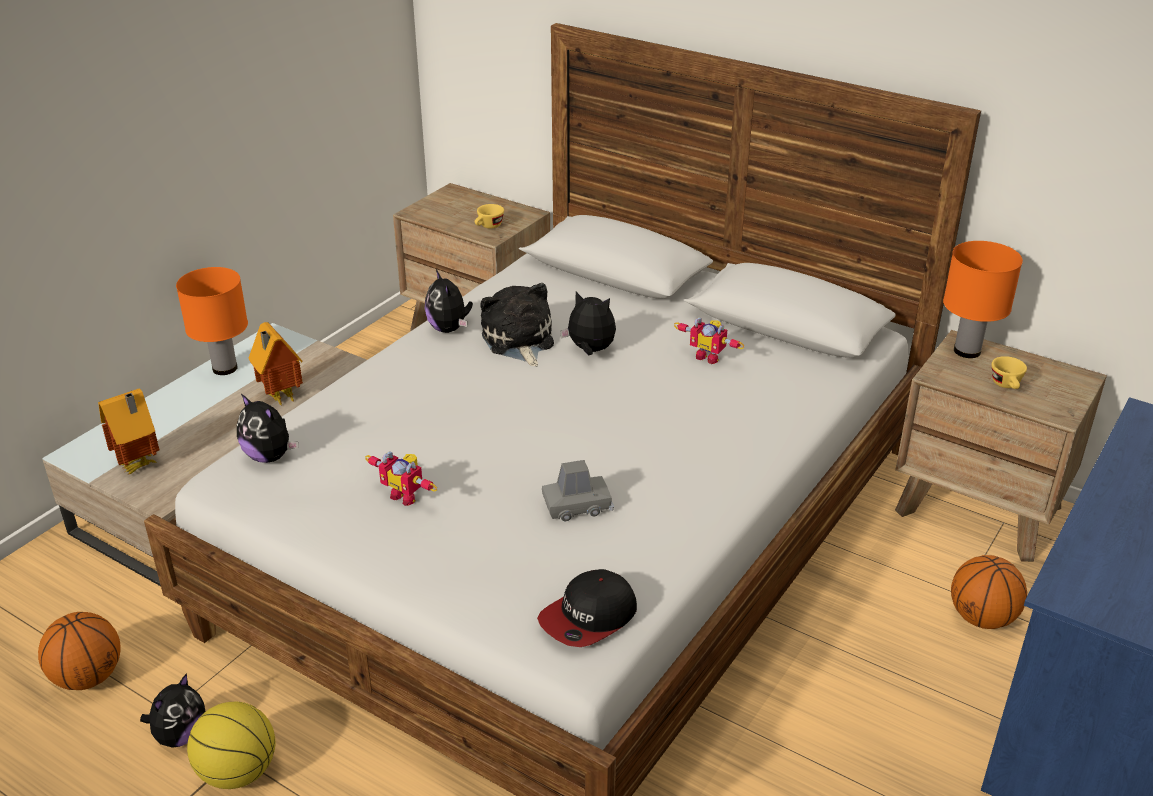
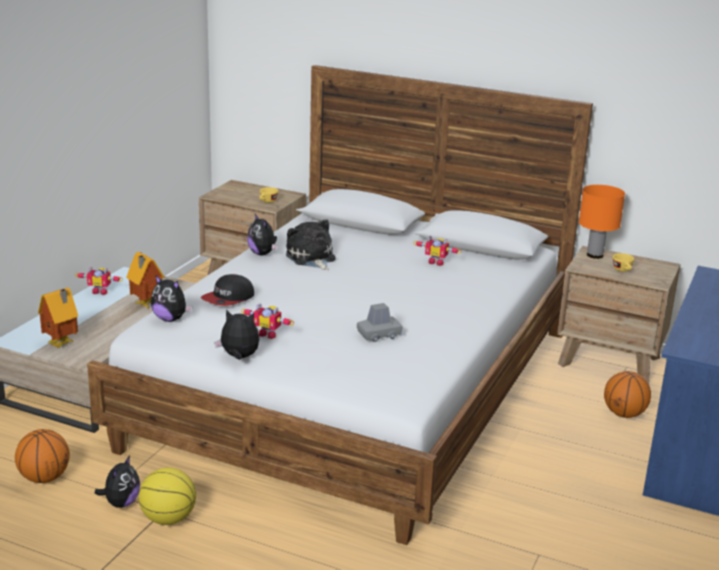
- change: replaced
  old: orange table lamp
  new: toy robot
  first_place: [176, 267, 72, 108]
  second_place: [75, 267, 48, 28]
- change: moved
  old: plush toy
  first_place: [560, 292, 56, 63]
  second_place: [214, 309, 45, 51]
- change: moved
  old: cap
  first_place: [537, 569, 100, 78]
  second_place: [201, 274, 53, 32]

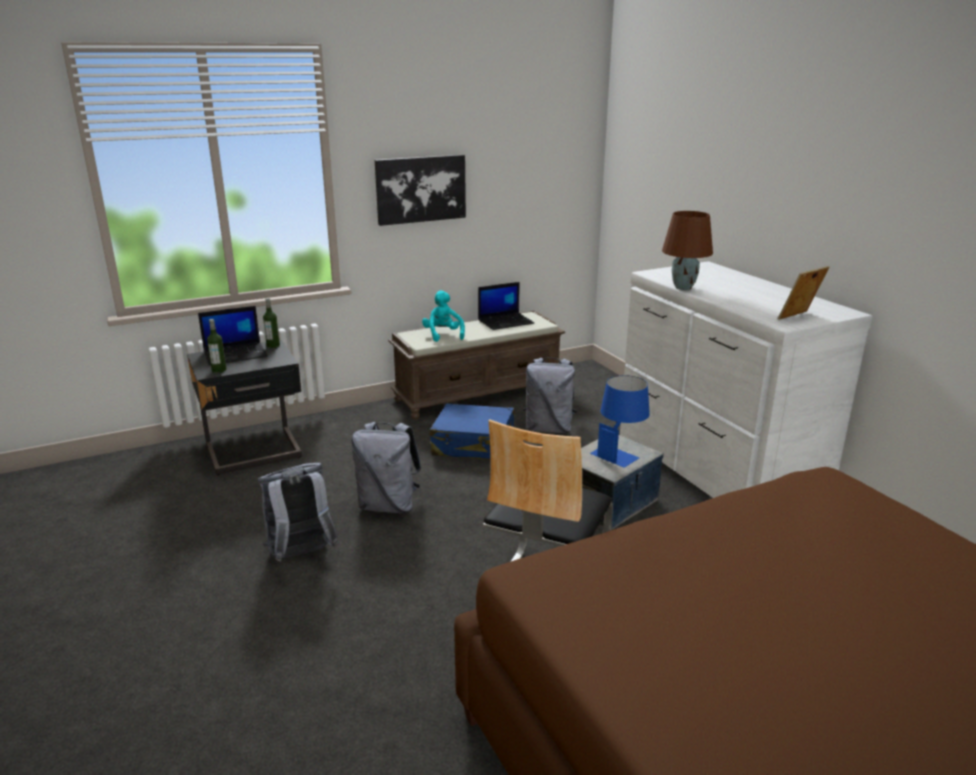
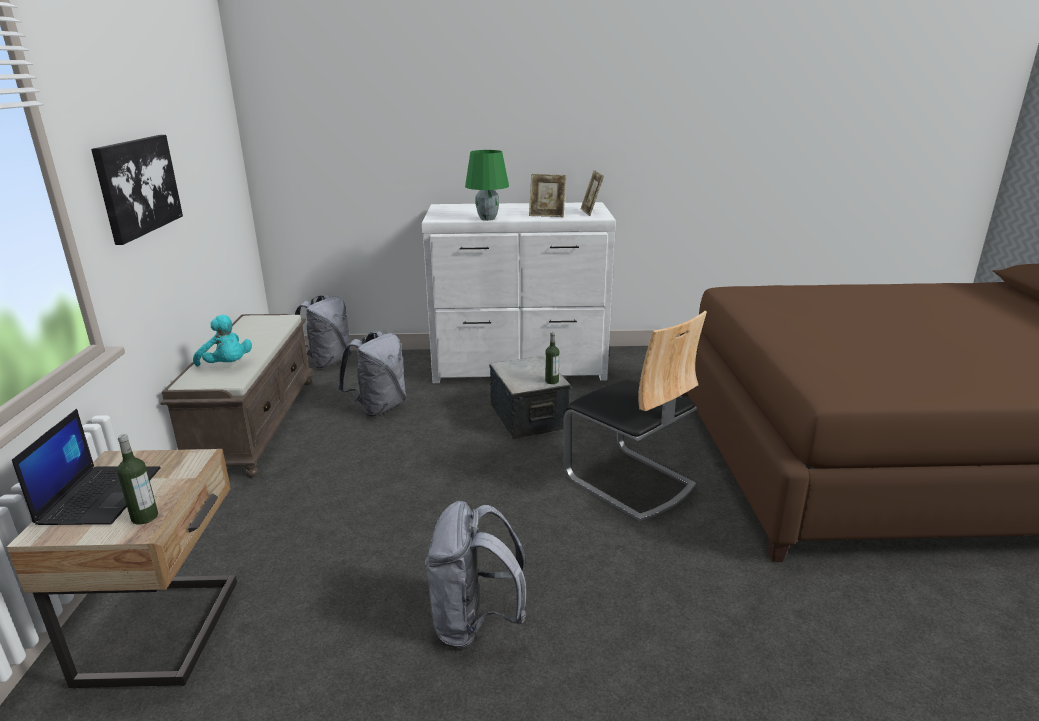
- change: recoloured
  old: brown table lamp
  new: green table lamp
  first_place: [662, 211, 51, 79]
  second_place: [465, 150, 44, 71]
- change: removed
  old: laptop
  first_place: [478, 282, 56, 48]
- change: turned
  old: turquoise plush toy
  first_place: [422, 291, 43, 51]
  second_place: [193, 315, 59, 52]
  degrees: -150
- change: moved
  old: bottle
  first_place: [263, 298, 17, 50]
  second_place: [545, 332, 14, 52]
- change: recoloured
  old: black nightstand
  new: beige nightstand
  first_place: [187, 340, 115, 136]
  second_place: [6, 449, 231, 240]
- change: removed
  old: blue table lamp
  first_place: [590, 375, 60, 93]
- change: removed
  old: blue suitcase
  first_place: [430, 403, 85, 57]
- change: moved
  old: grey backpack
  first_place: [351, 422, 71, 91]
  second_place: [295, 296, 57, 73]
- change: added
  new: picture frame
  second_place: [529, 174, 37, 43]

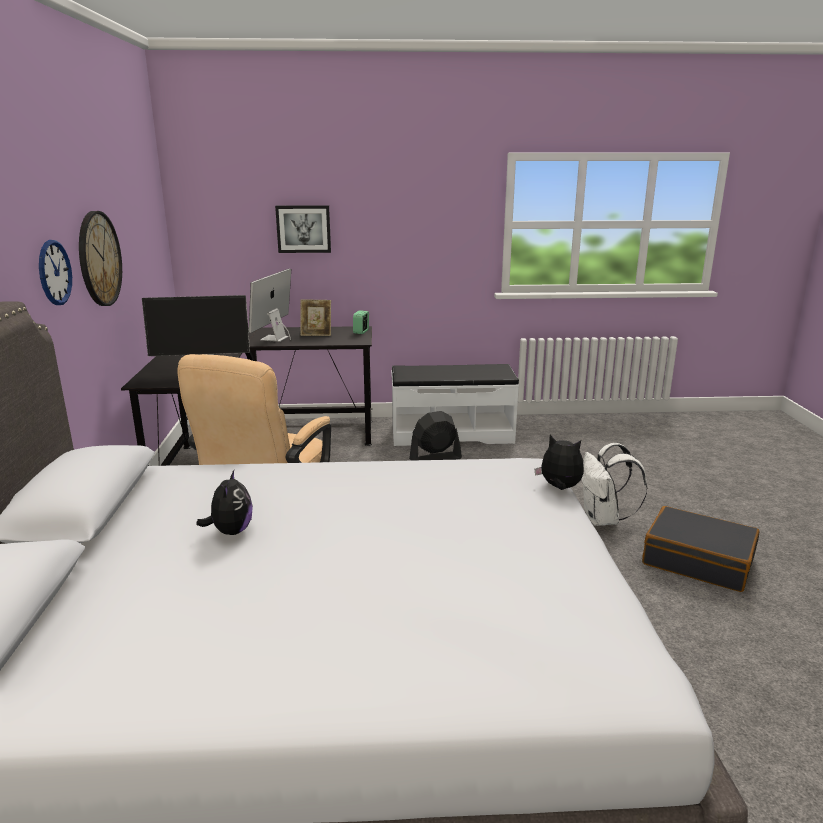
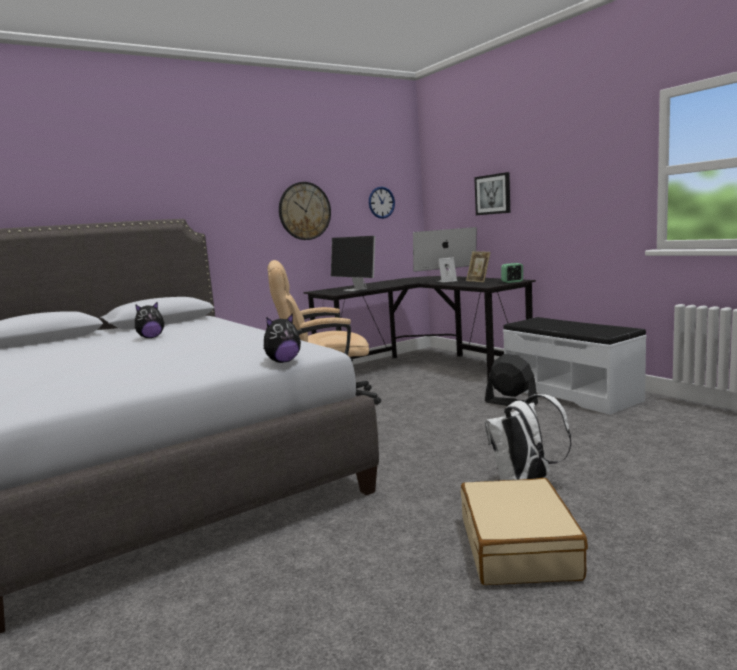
- change: moved
  old: wall clock
  first_place: [39, 240, 33, 65]
  second_place: [369, 186, 26, 33]
- change: turned
  old: plush toy
  first_place: [534, 435, 50, 55]
  second_place: [264, 313, 37, 50]
  degrees: 60
- change: recoloured
  old: black suitcase
  new: beige suitcase
  first_place: [642, 506, 118, 86]
  second_place: [461, 478, 127, 107]

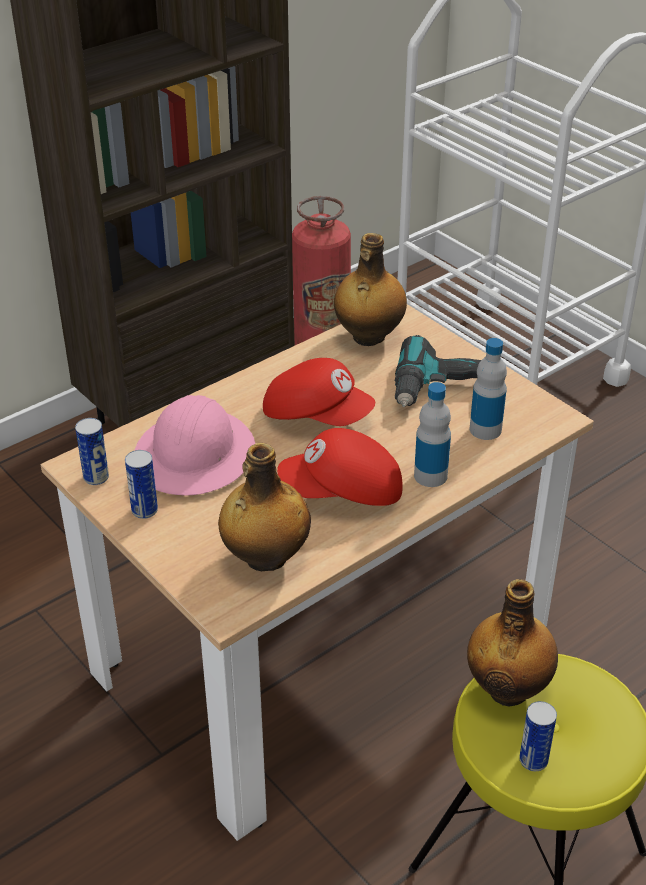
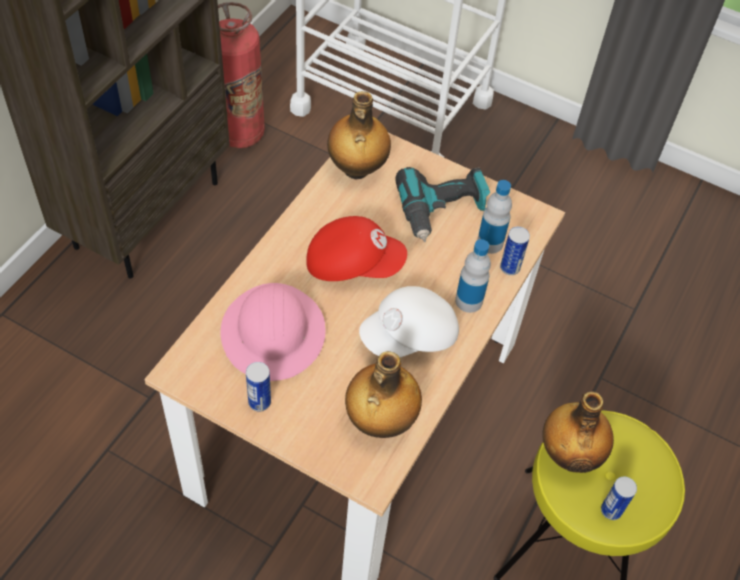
- change: moved
  old: can
  first_place: [75, 418, 34, 67]
  second_place: [500, 227, 30, 48]
- change: recoloured
  old: red cap
  new: white cap
  first_place: [277, 428, 126, 78]
  second_place: [359, 286, 100, 72]

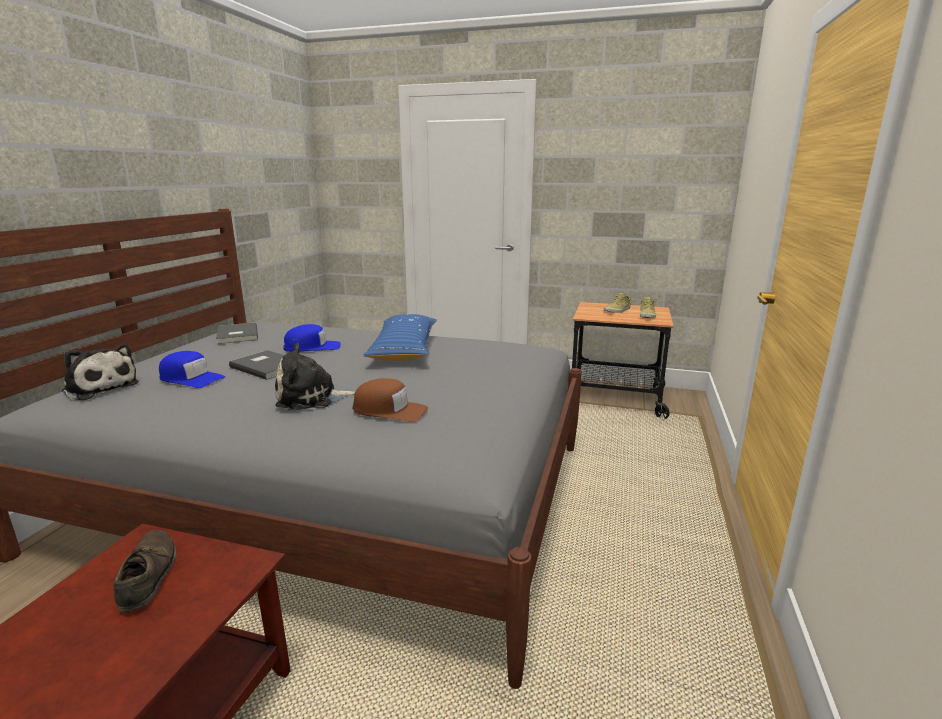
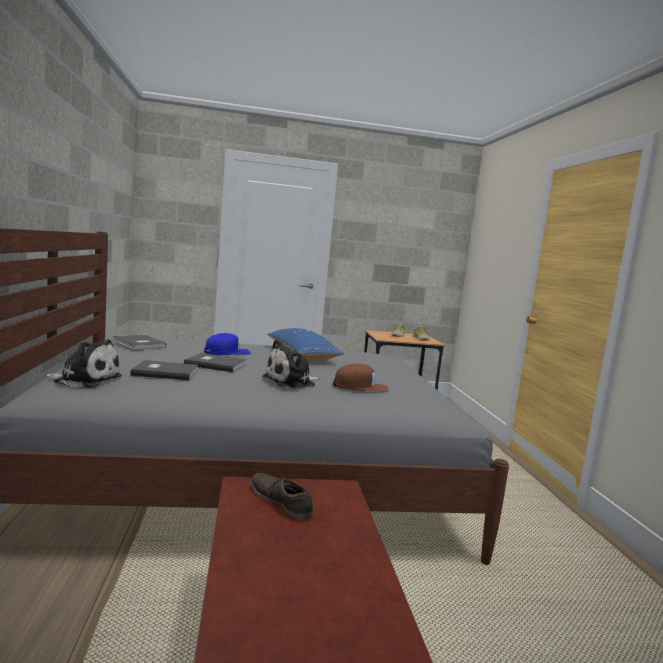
- change: replaced
  old: blue cap
  new: grey book
  first_place: [159, 351, 66, 37]
  second_place: [130, 360, 68, 20]

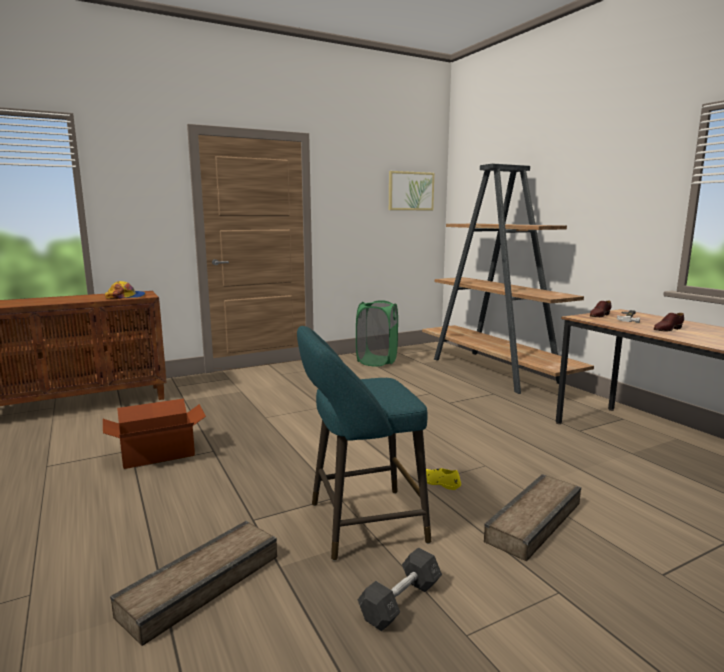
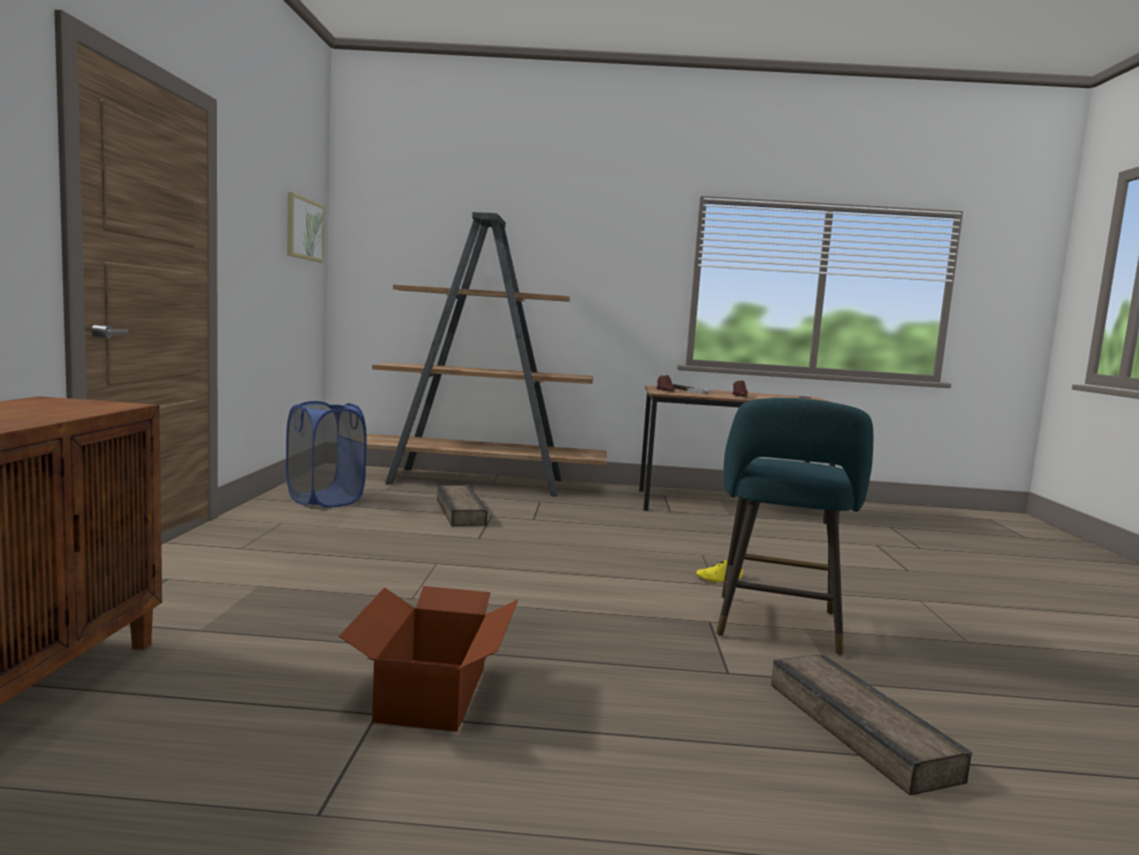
- change: removed
  old: cap
  first_place: [105, 281, 40, 18]
- change: recoloured
  old: green laundry basket
  new: blue laundry basket
  first_place: [356, 300, 42, 67]
  second_place: [286, 401, 81, 106]
- change: moved
  old: crate
  first_place: [484, 474, 97, 87]
  second_place: [437, 485, 51, 41]
- change: removed
  old: grey dumbbell
  first_place: [358, 547, 84, 85]

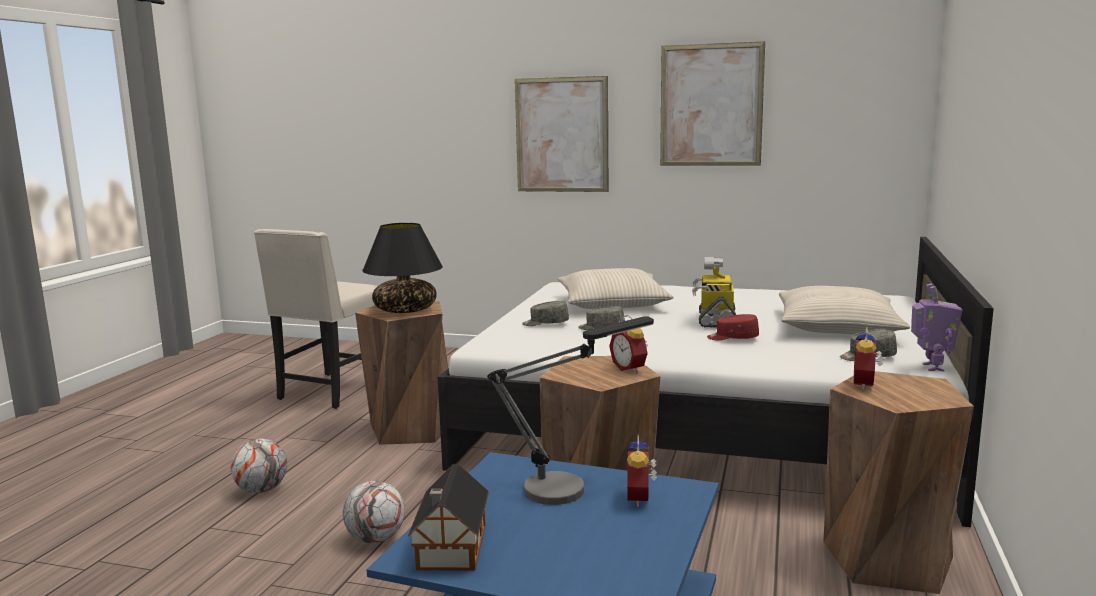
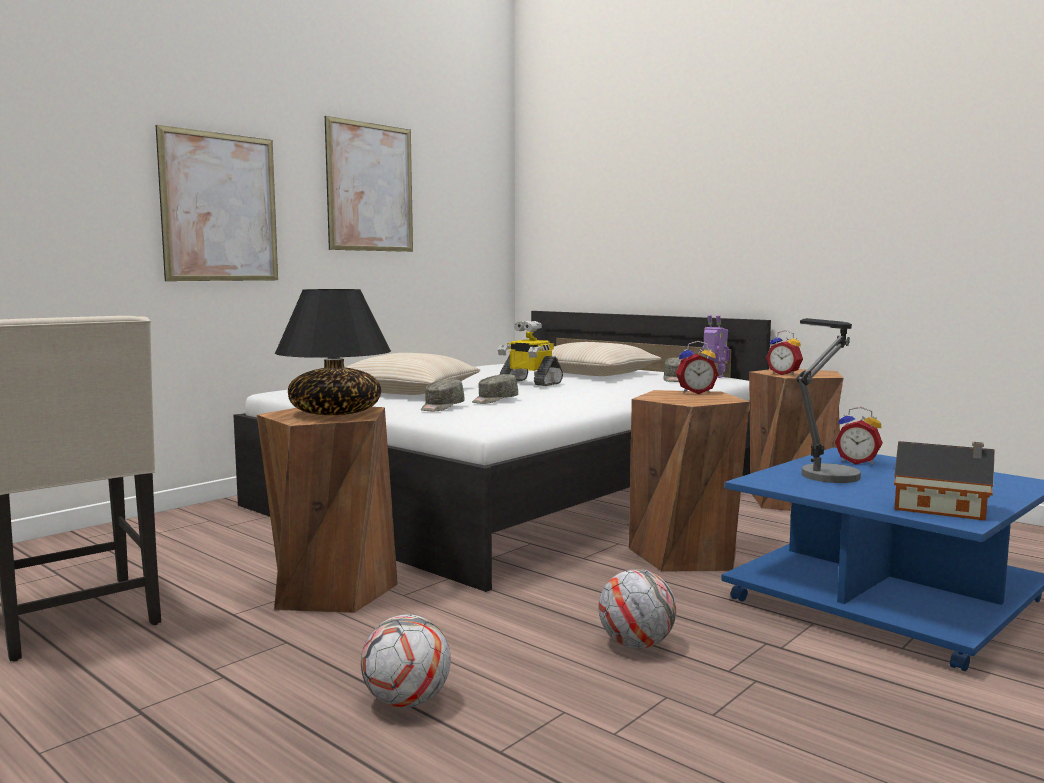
- change: removed
  old: red cap
  first_place: [707, 314, 52, 26]

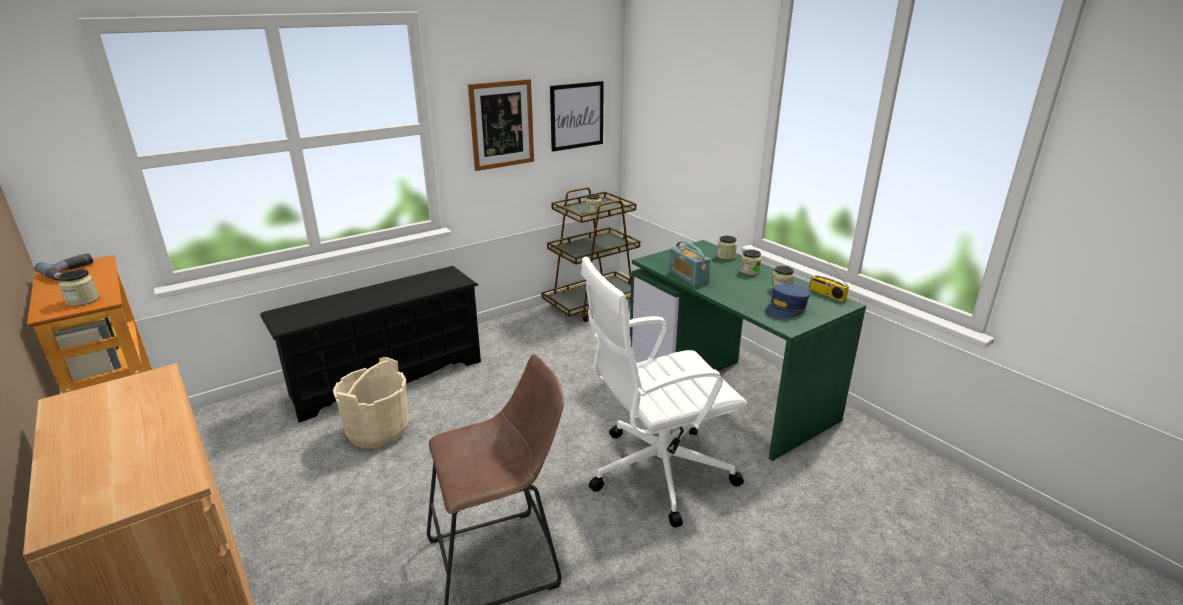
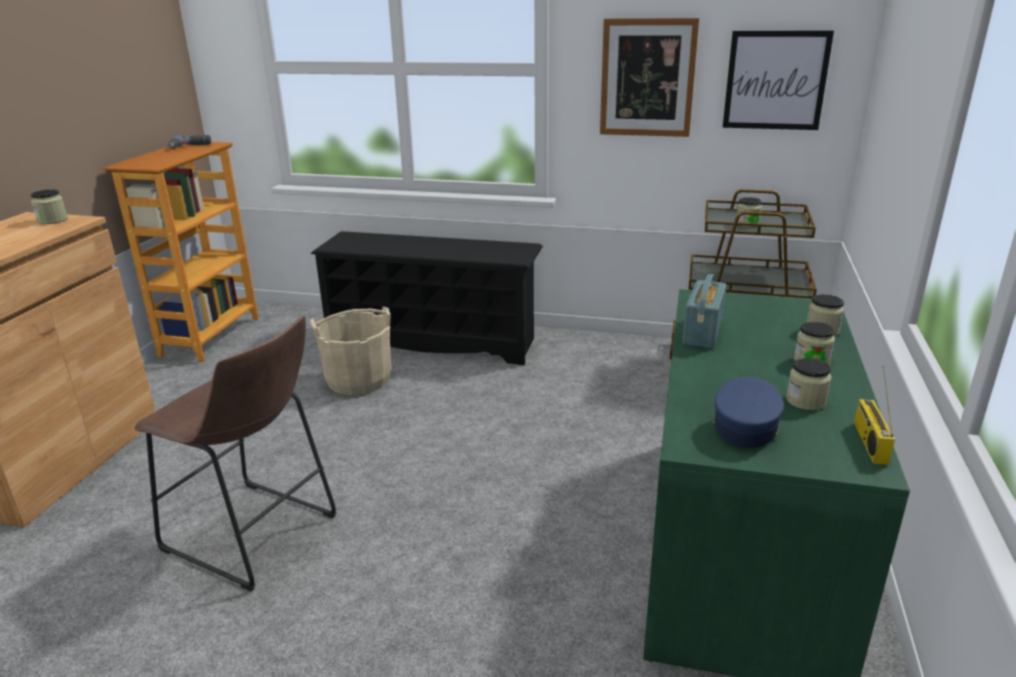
- change: removed
  old: white office chair
  first_place: [581, 256, 166, 272]
- change: moved
  old: jar
  first_place: [58, 269, 41, 37]
  second_place: [31, 189, 37, 35]
- change: turned
  old: blue cap
  first_place: [765, 284, 45, 35]
  second_place: [713, 377, 71, 71]
  degrees: 105

